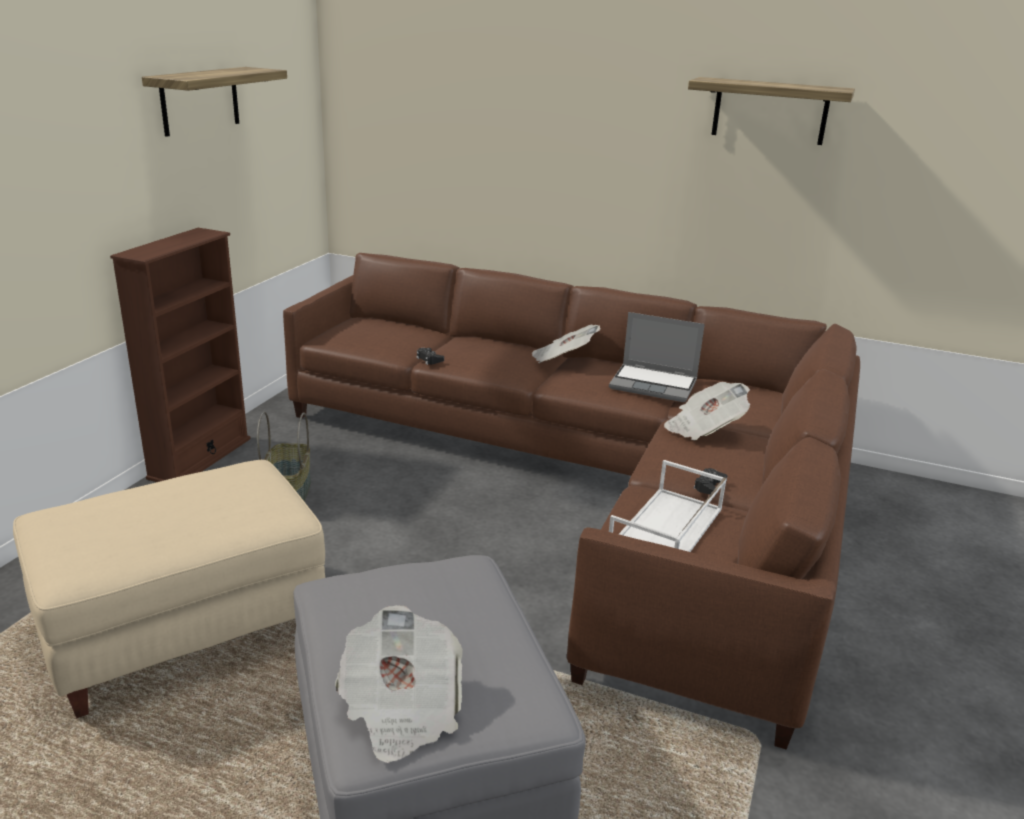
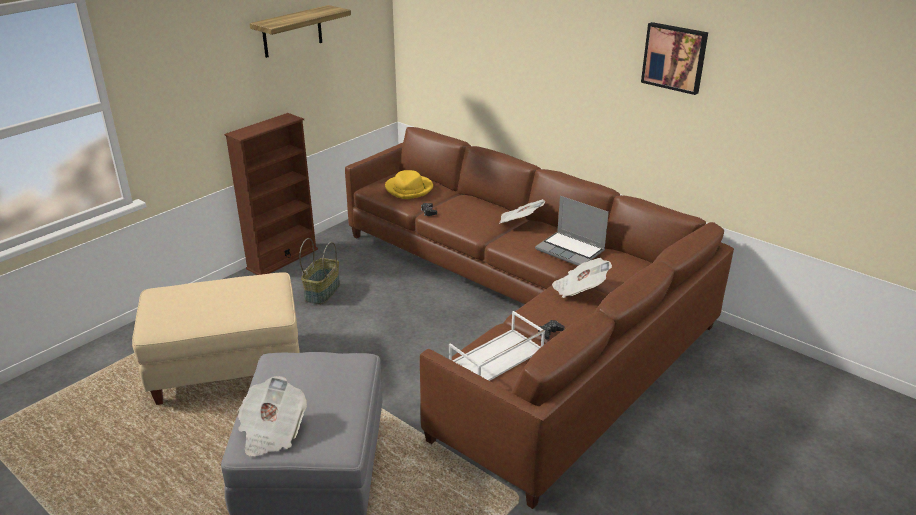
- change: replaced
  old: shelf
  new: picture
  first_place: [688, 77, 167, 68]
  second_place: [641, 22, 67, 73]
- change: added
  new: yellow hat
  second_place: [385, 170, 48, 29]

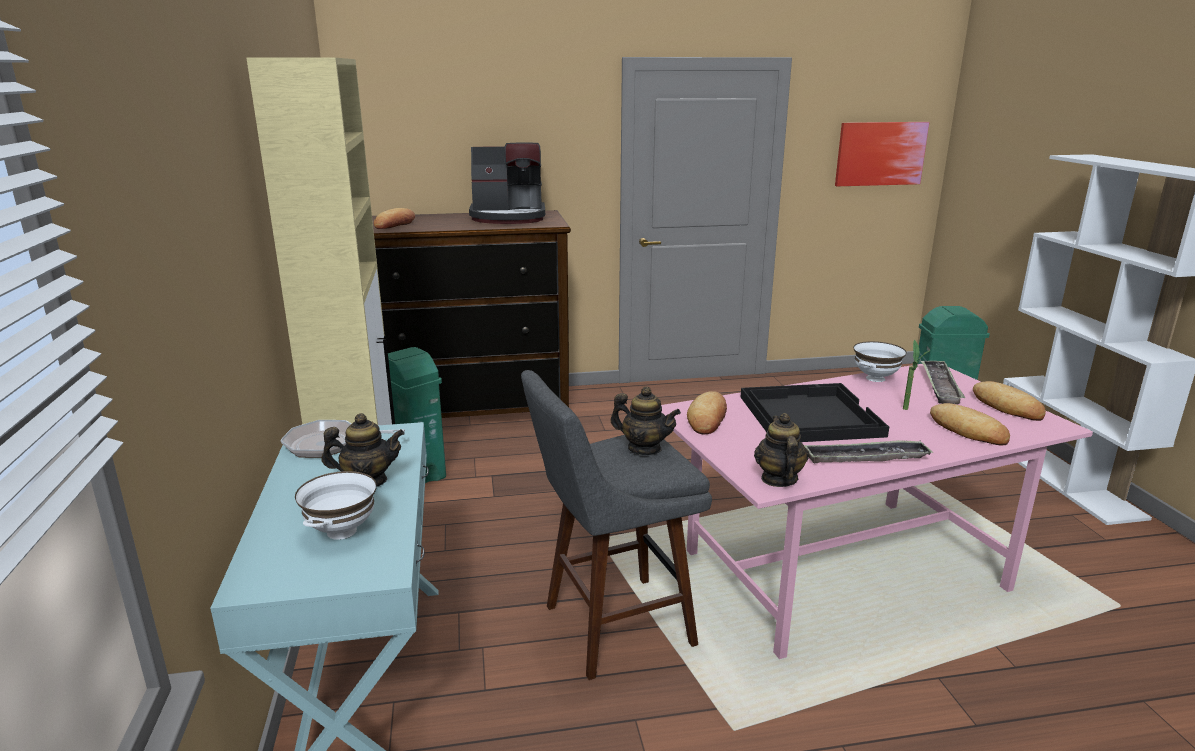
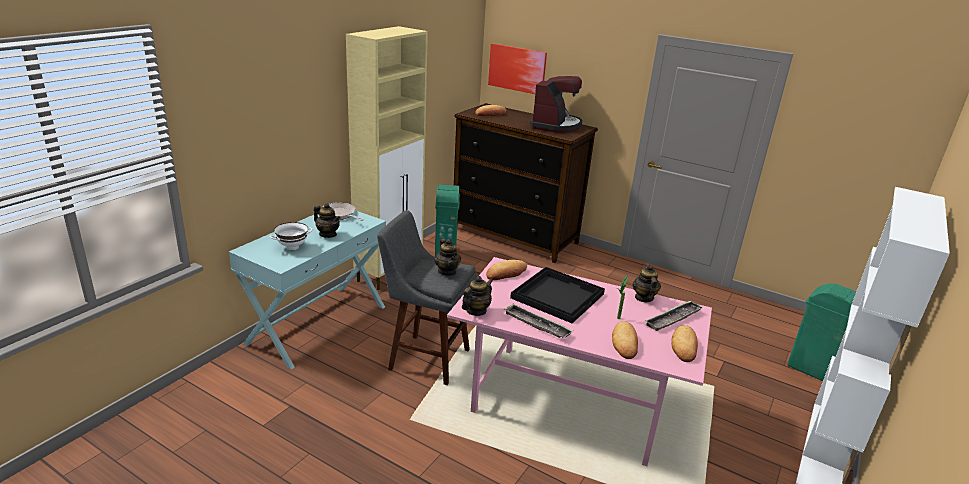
- change: moved
  old: picture
  first_place: [835, 122, 94, 64]
  second_place: [488, 43, 59, 51]
- change: turned
  old: coffee machine
  first_place: [469, 142, 76, 82]
  second_place: [530, 76, 52, 57]
  degrees: -105
- change: replaced
  old: white bowl
  new: teapot
  first_place: [853, 341, 53, 41]
  second_place: [632, 265, 29, 37]

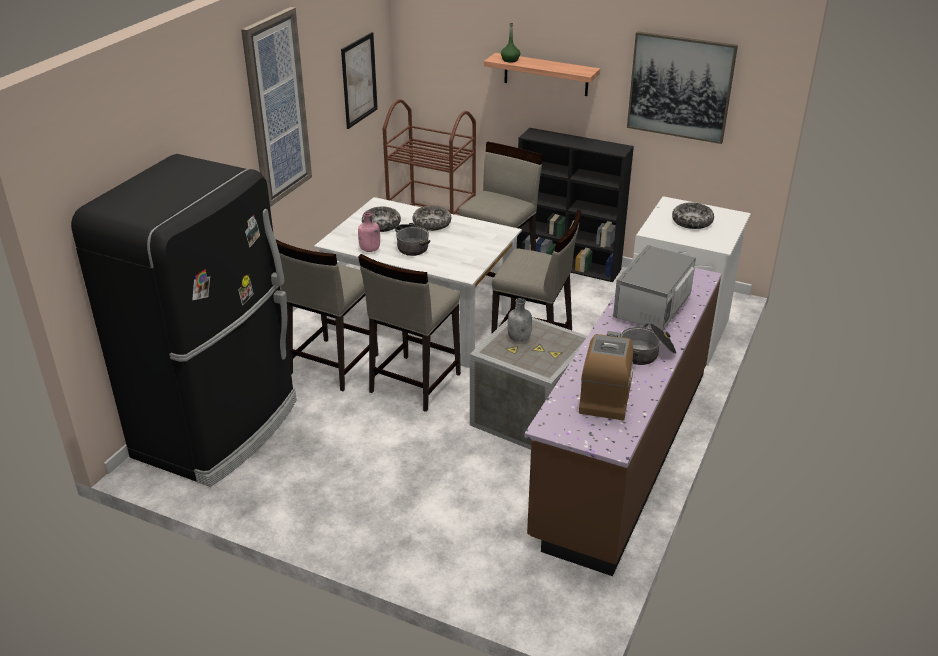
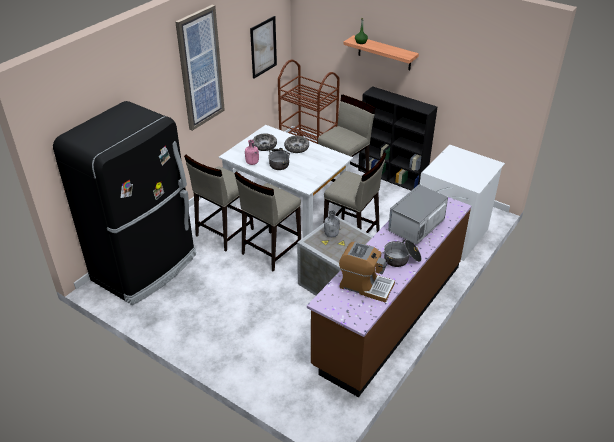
- change: removed
  old: picture
  first_place: [627, 31, 111, 113]
- change: removed
  old: bowl
  first_place: [672, 202, 42, 27]
- change: turned
  old: coffee machine
  first_place: [579, 331, 54, 89]
  second_place: [339, 242, 56, 61]
  degrees: 90

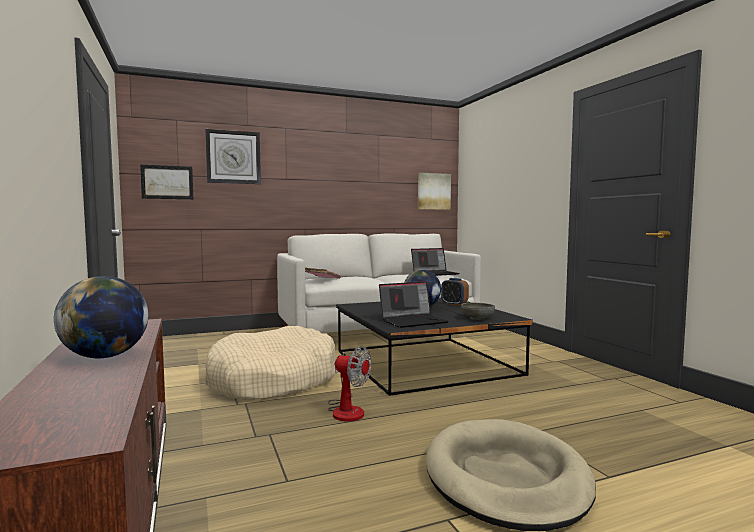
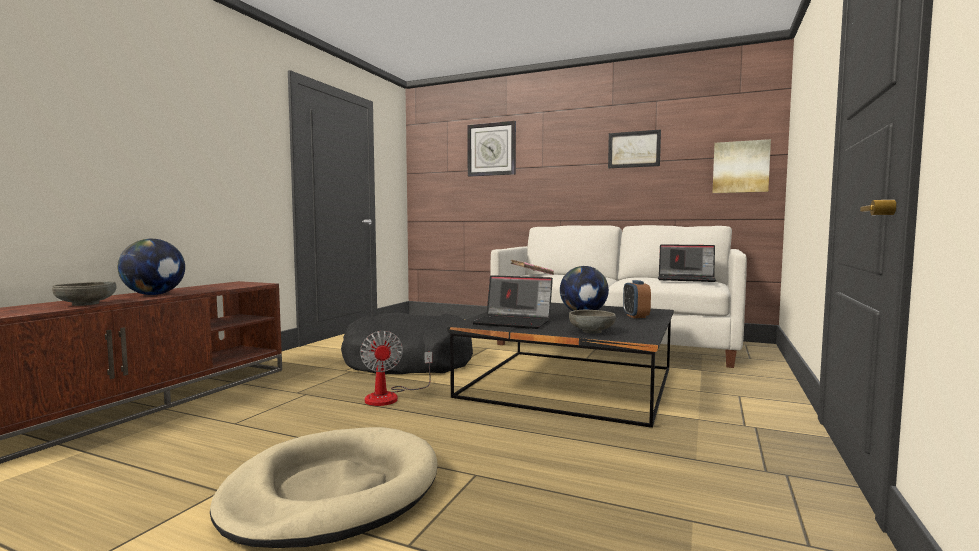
- change: moved
  old: picture
  first_place: [140, 164, 53, 35]
  second_place: [608, 129, 53, 40]
- change: recoloured
  old: beige dog bed
  new: black dog bed
  first_place: [205, 326, 131, 75]
  second_place: [341, 313, 132, 61]
- change: added
  new: grey bowl
  second_place: [52, 281, 65, 25]

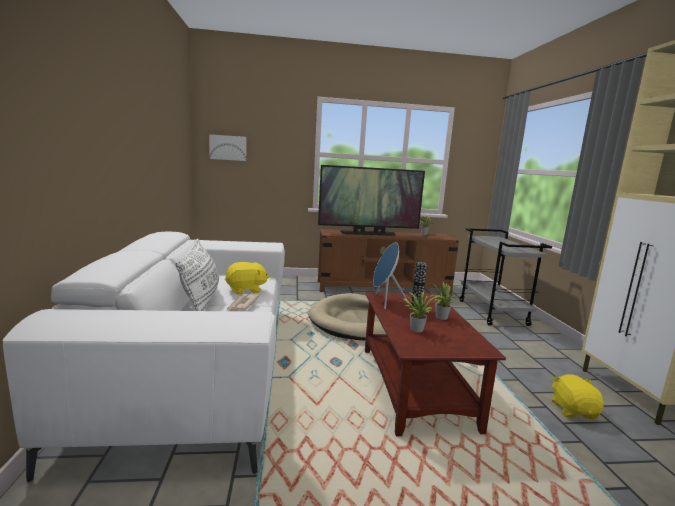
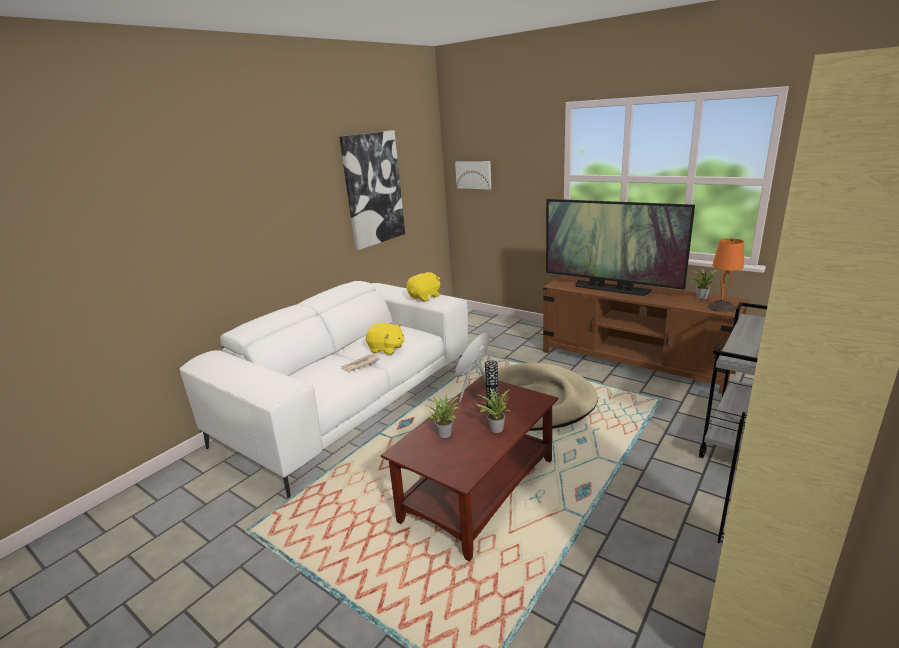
- change: removed
  old: white pillow
  first_place: [175, 238, 44, 73]
- change: moved
  old: yellow plush toy
  first_place: [552, 374, 52, 45]
  second_place: [407, 272, 34, 30]
- change: added
  new: picture
  second_place: [339, 130, 66, 120]
- change: added
  new: orange table lamp
  second_place: [707, 238, 37, 74]

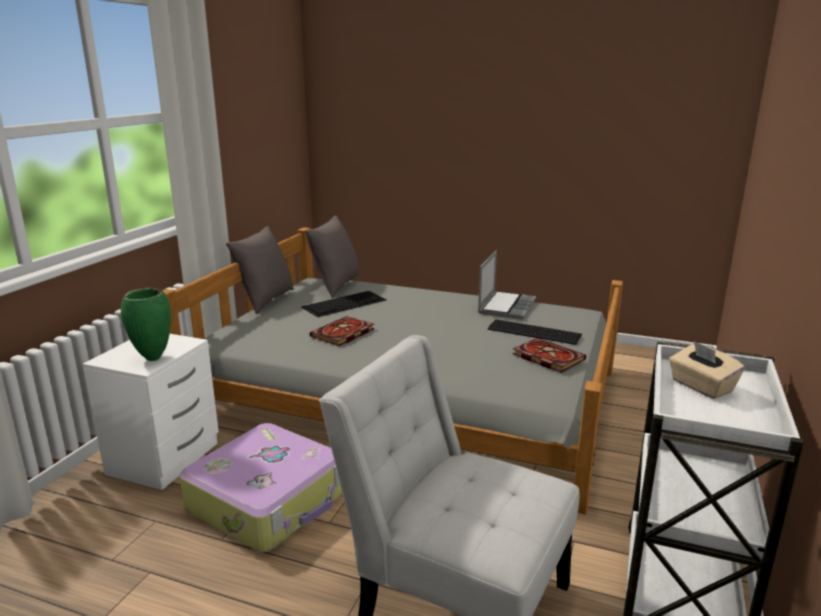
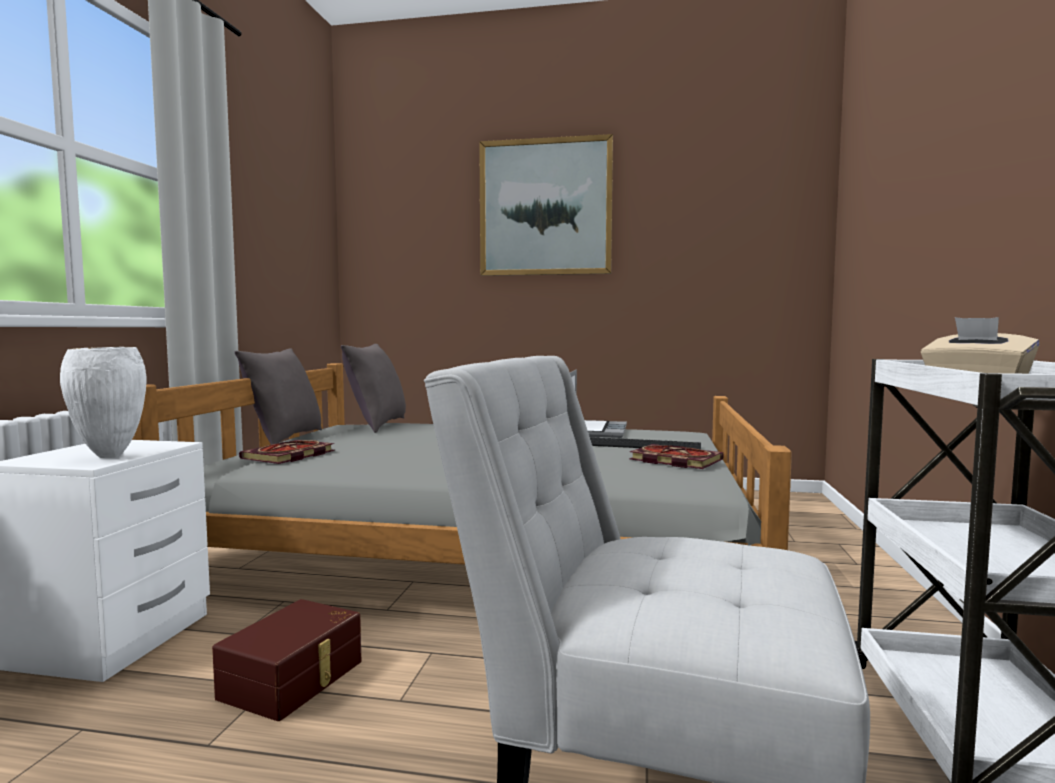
- change: recoloured
  old: green vase
  new: white vase
  first_place: [121, 288, 50, 73]
  second_place: [60, 347, 87, 111]
- change: removed
  old: keyboard
  first_place: [301, 291, 86, 26]
- change: moved
  old: book
  first_place: [310, 316, 65, 30]
  second_place: [239, 440, 96, 24]
- change: replaced
  old: suitcase
  new: brown storage box
  first_place: [179, 423, 164, 129]
  second_place: [212, 599, 149, 122]
- change: added
  new: picture
  second_place: [479, 134, 134, 142]

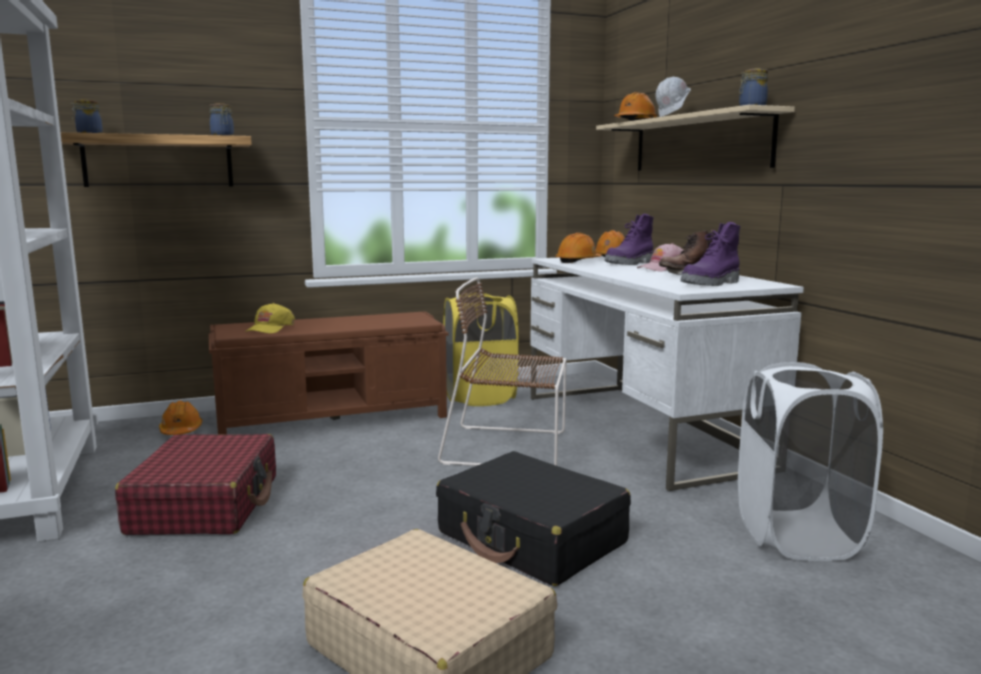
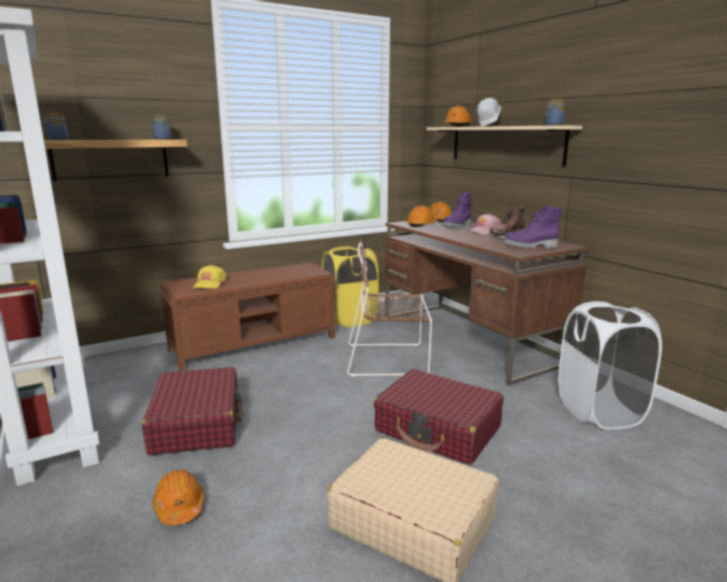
- change: turned
  old: purple boot
  first_place: [680, 222, 61, 64]
  second_place: [503, 206, 59, 43]
  degrees: 45
- change: recoloured
  old: white desk
  new: brown desk
  first_place: [530, 256, 274, 235]
  second_place: [385, 221, 204, 164]
- change: moved
  old: orange hard hat
  first_place: [159, 401, 43, 34]
  second_place: [152, 470, 52, 55]
- change: recoloured
  old: black suitcase
  new: red suitcase
  first_place: [436, 451, 195, 135]
  second_place: [374, 369, 130, 96]

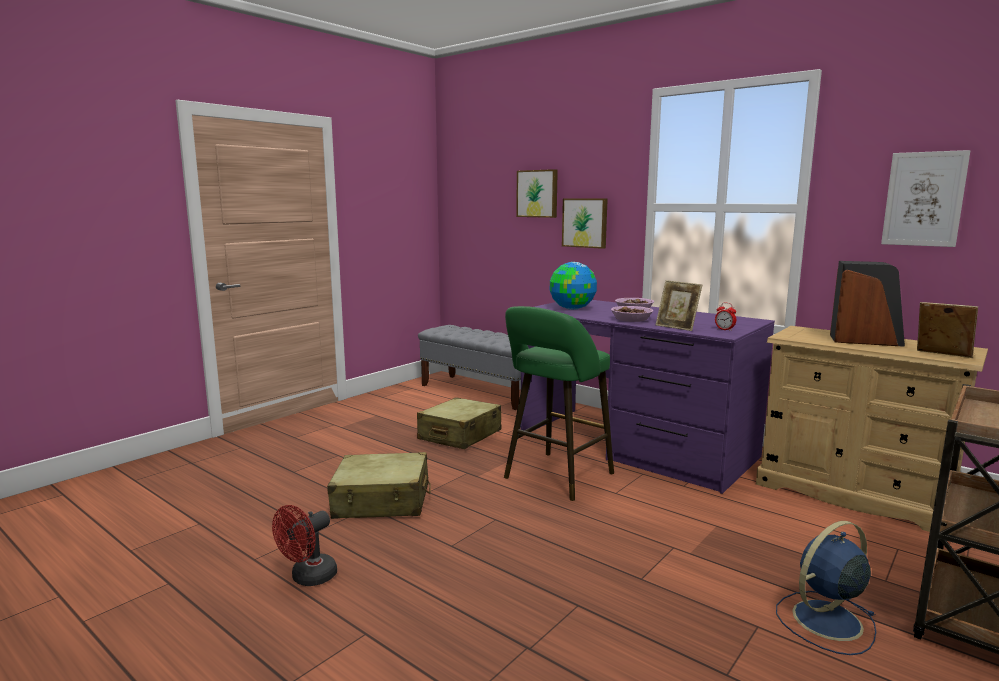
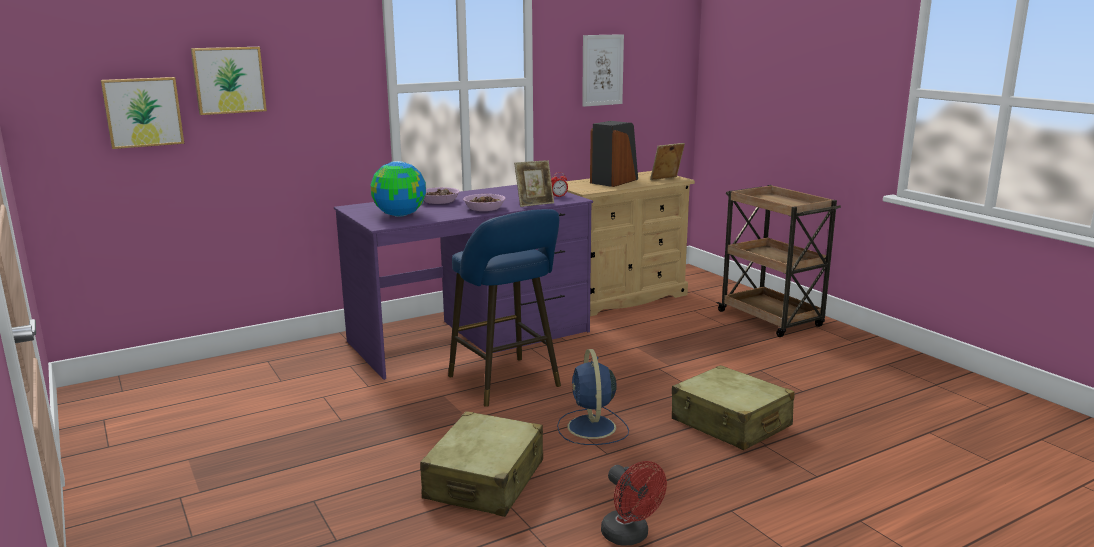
- change: moved
  old: picture
  first_place: [562, 198, 46, 51]
  second_place: [101, 77, 83, 72]
- change: recoloured
  old: green stool
  new: blue stool
  first_place: [504, 306, 110, 195]
  second_place: [448, 209, 113, 198]
- change: removed
  old: grey bench
  first_place: [418, 325, 103, 85]
- change: moved
  old: beige suitcase
  first_place: [417, 397, 84, 52]
  second_place: [672, 365, 123, 85]
- change: moved
  old: blue fan
  first_place: [776, 521, 100, 134]
  second_place: [557, 349, 72, 96]

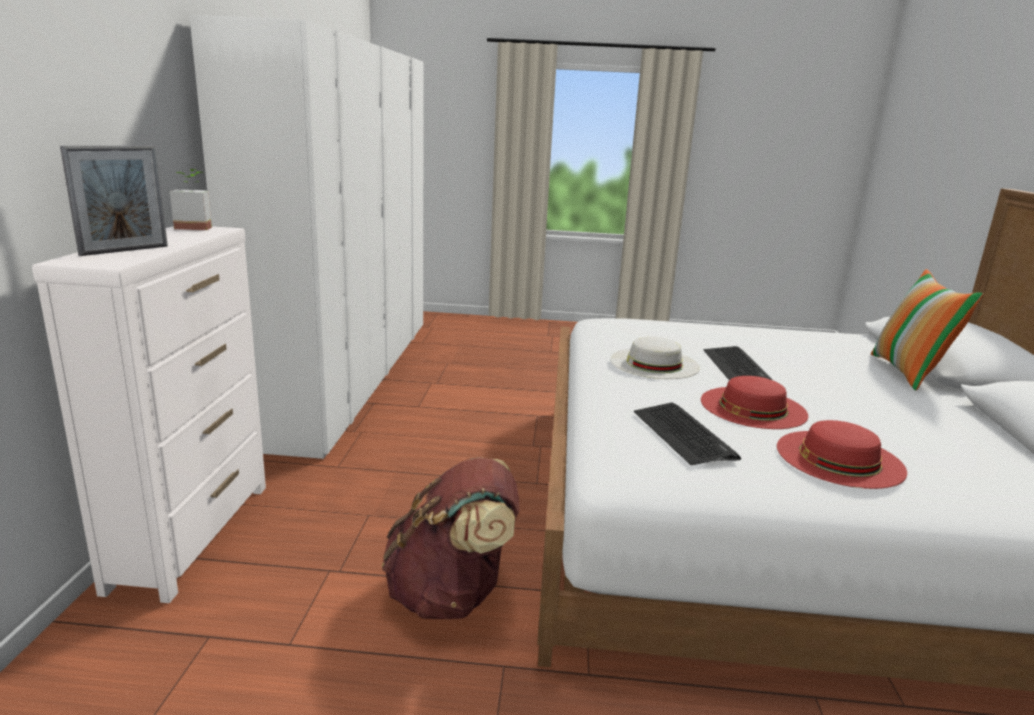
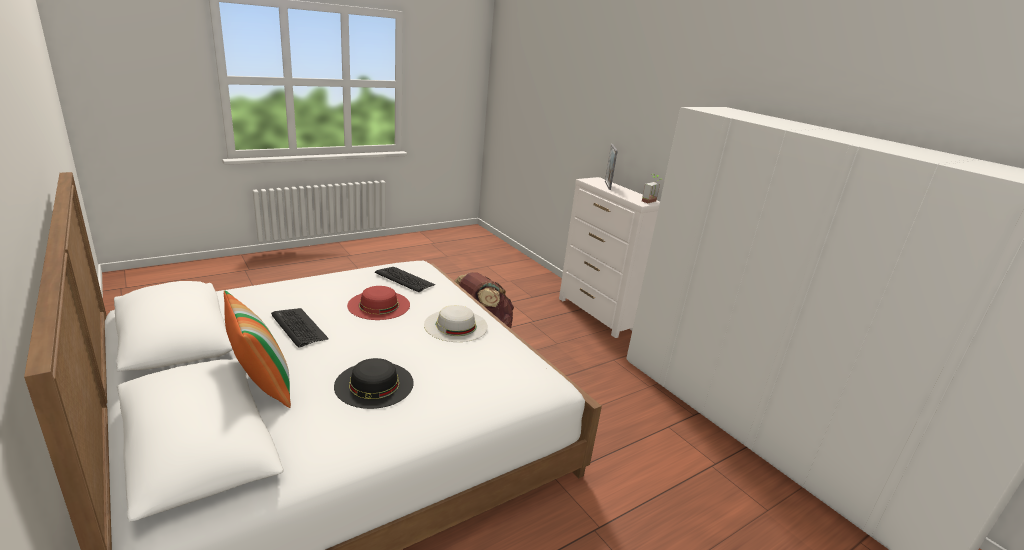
- change: moved
  old: keyboard
  first_place: [703, 346, 69, 34]
  second_place: [271, 308, 58, 40]
- change: removed
  old: red hat
  first_place: [777, 420, 130, 69]
- change: added
  new: black hat
  second_place: [334, 358, 80, 51]

